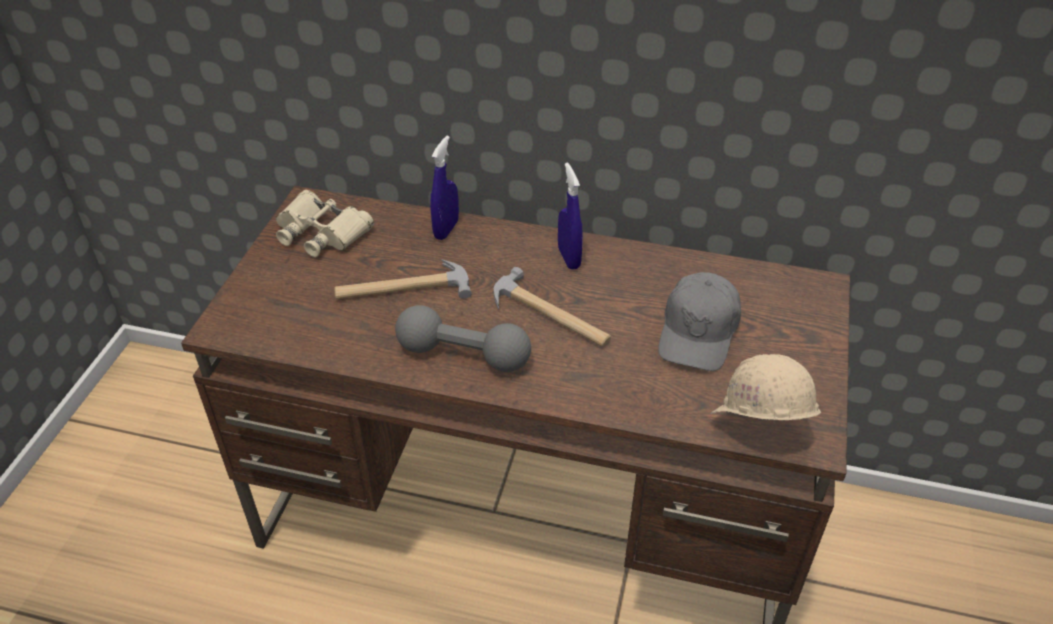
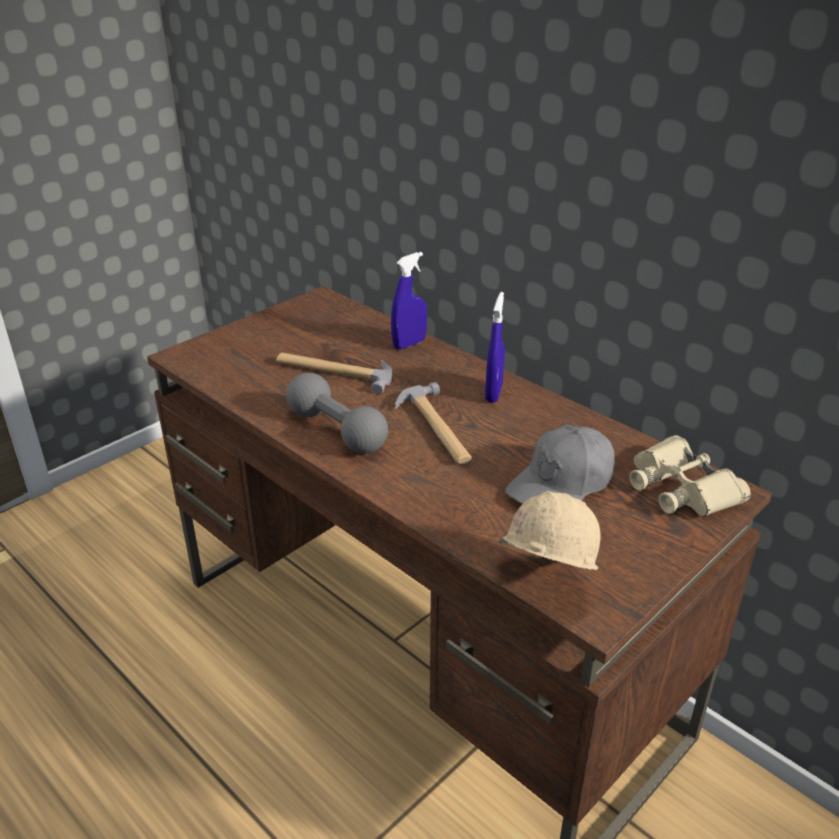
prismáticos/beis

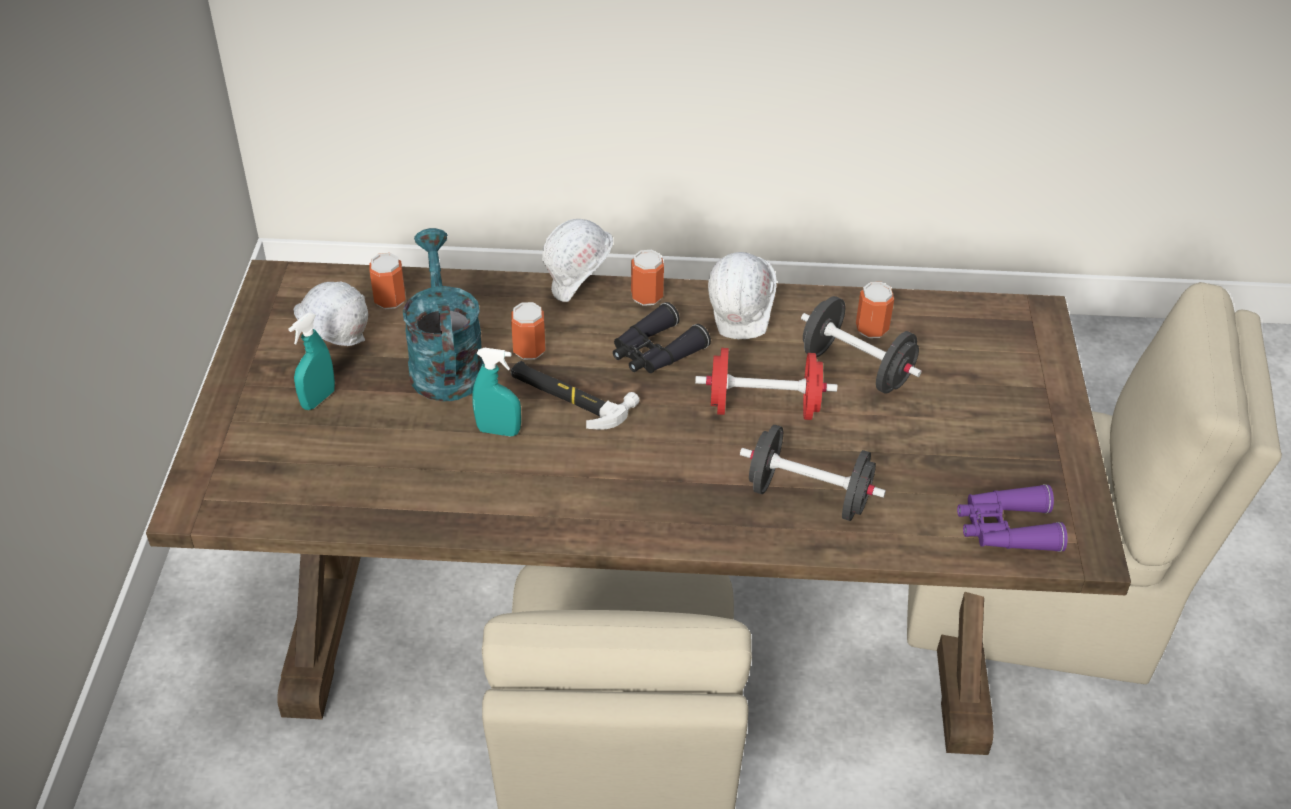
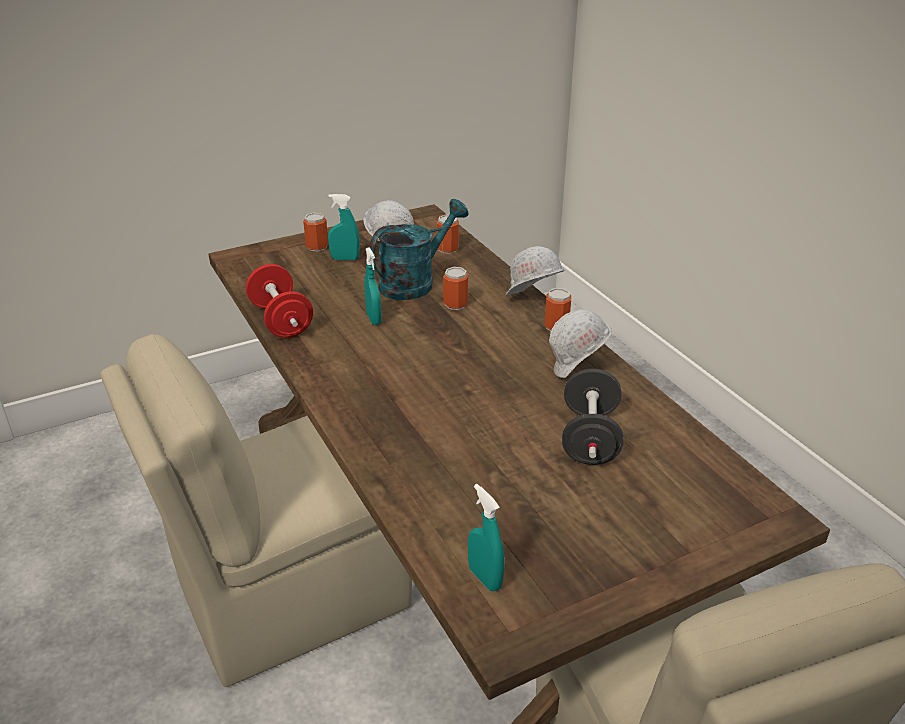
martillo
prismáticos/negro
mancuerna/negro (1st from left in the first image)
mancuerna/rojo
lata (1st from left)
pulverizador/turquesa (3rd from left)

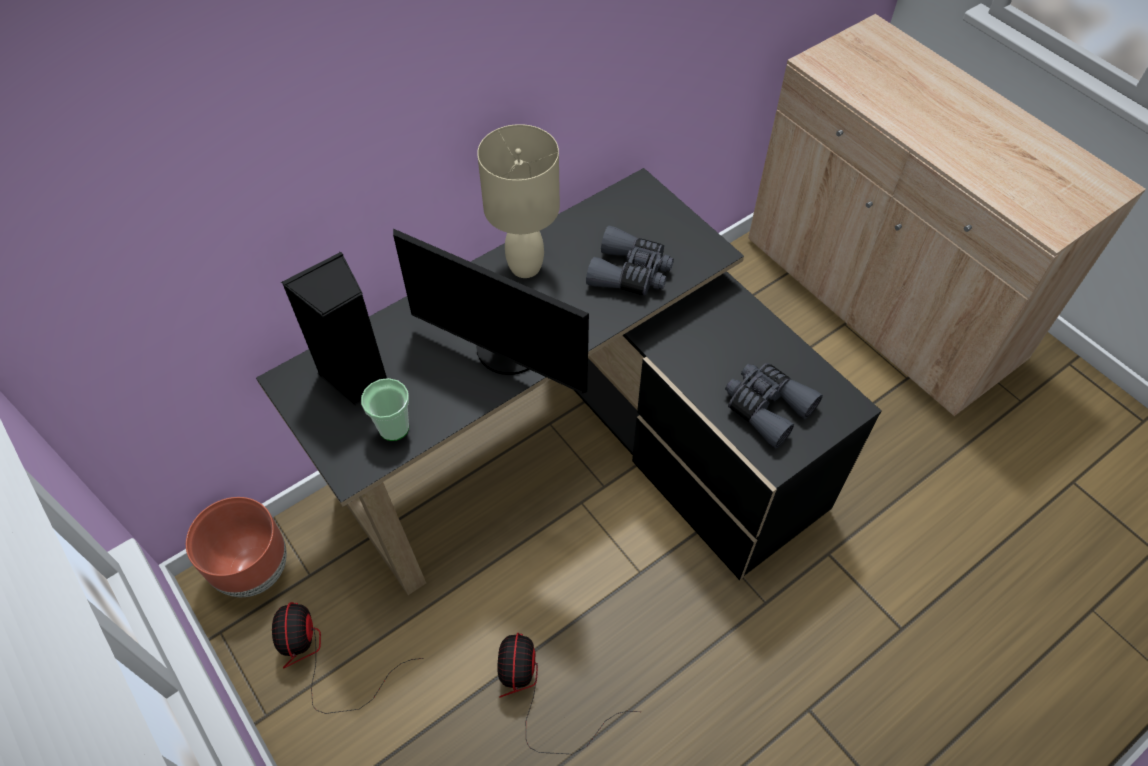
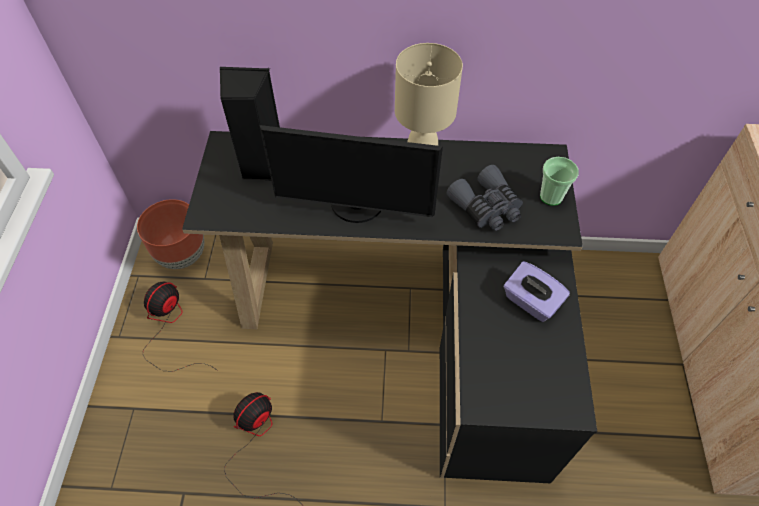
prismáticos/gris (2nd from left in the first image)
caja de pañuelos/morado
taza
monitor

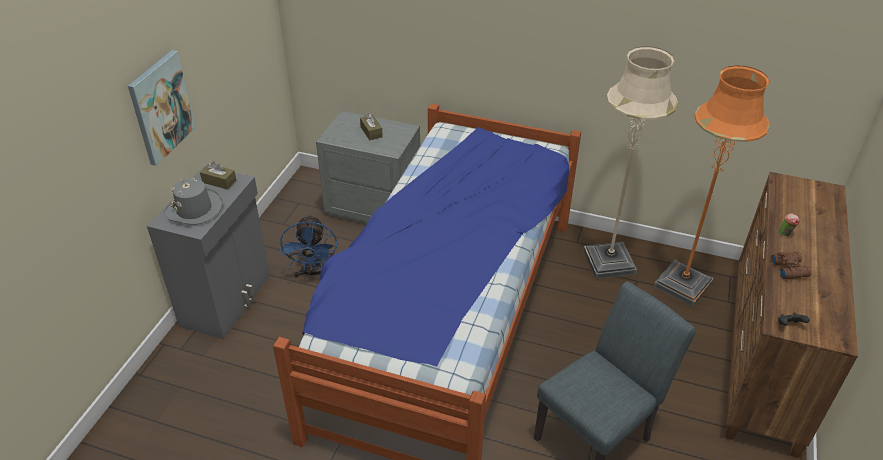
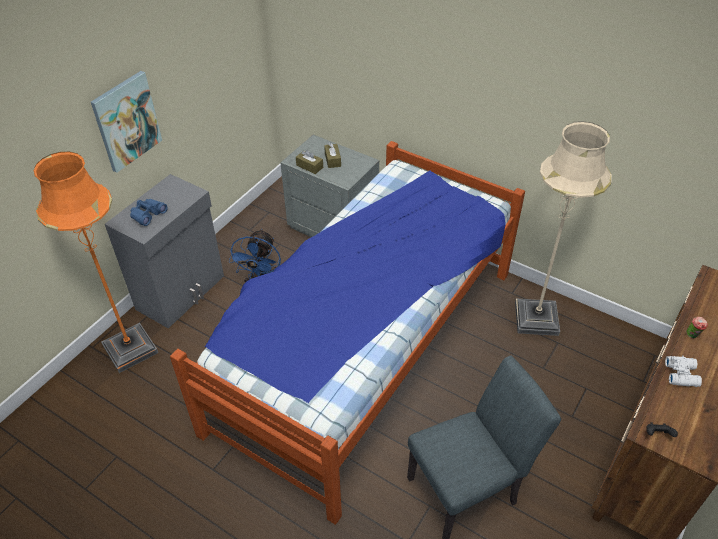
caja de pañuelos/marrón (1st from left)
lámpara de pie/naranja
prismáticos/azul
prismáticos/blanco

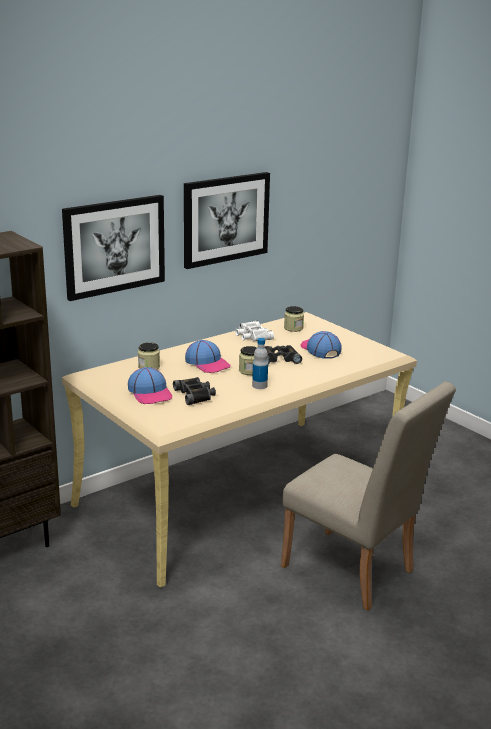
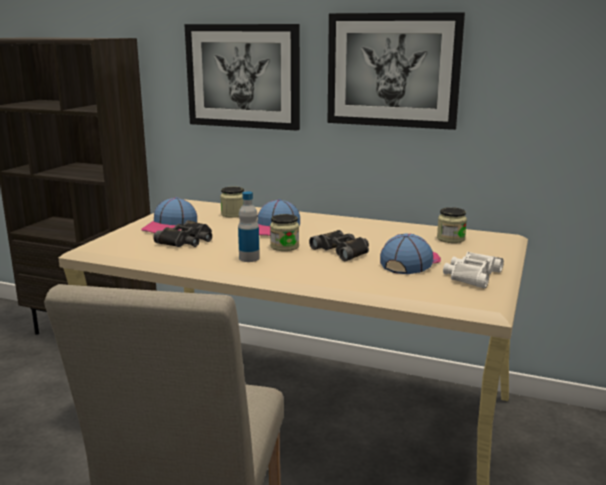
prismáticos/blanco

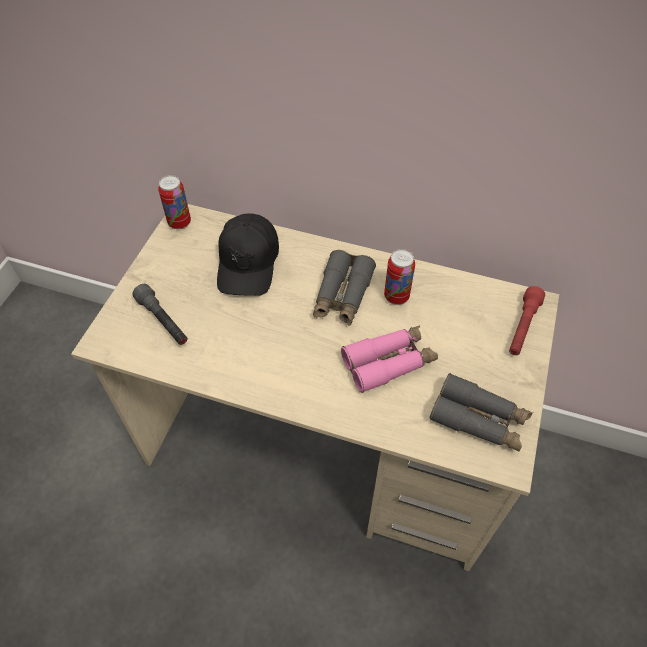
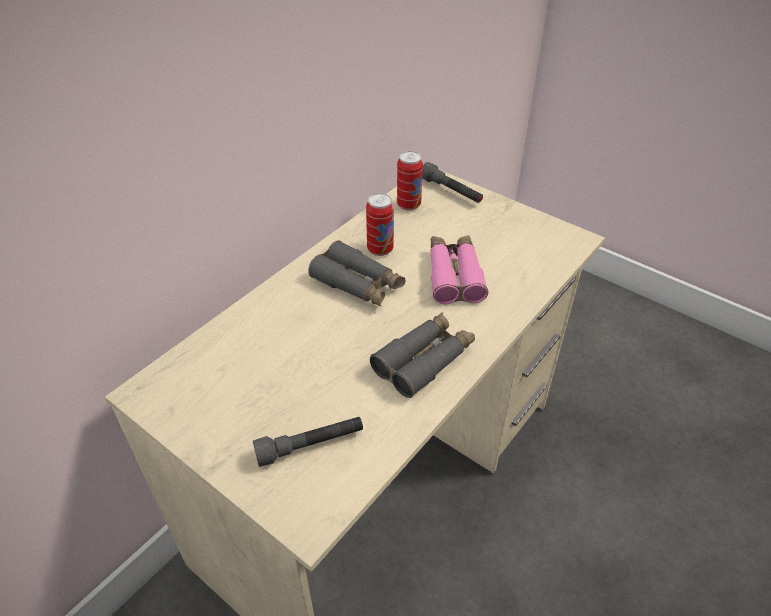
gorra/negro
lata (2nd from left)
prismáticos/gris (2nd from left)
linterna/gris (2nd from left)

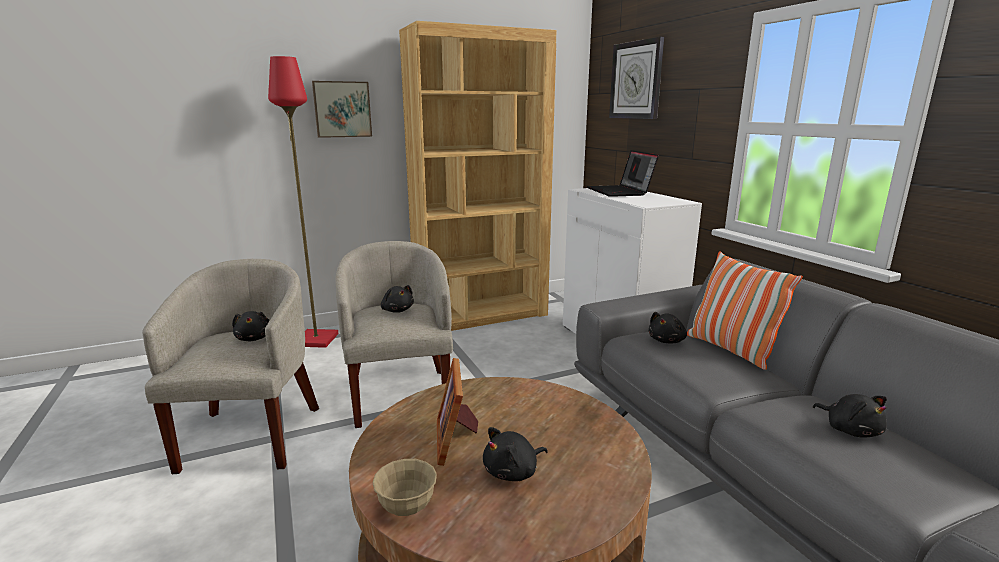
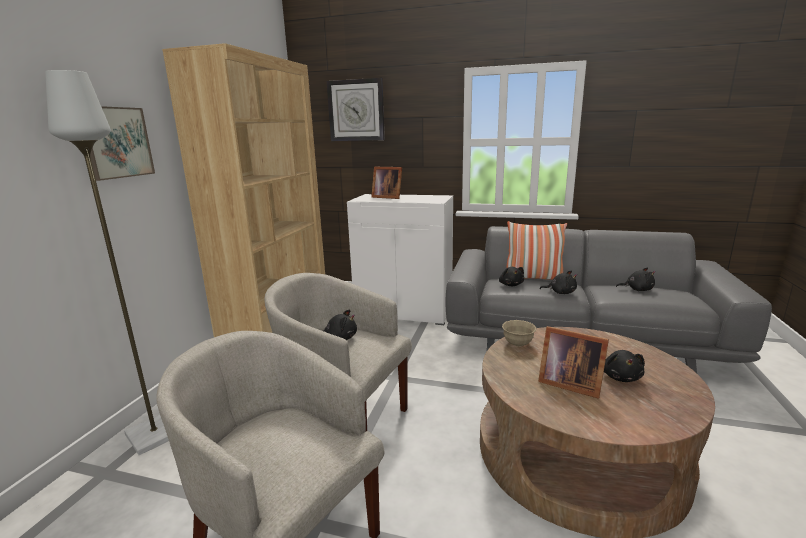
peluche/negro (3rd from left)
cuenco/beis
portarretratos (1st from left)
lámpara de pie/gris

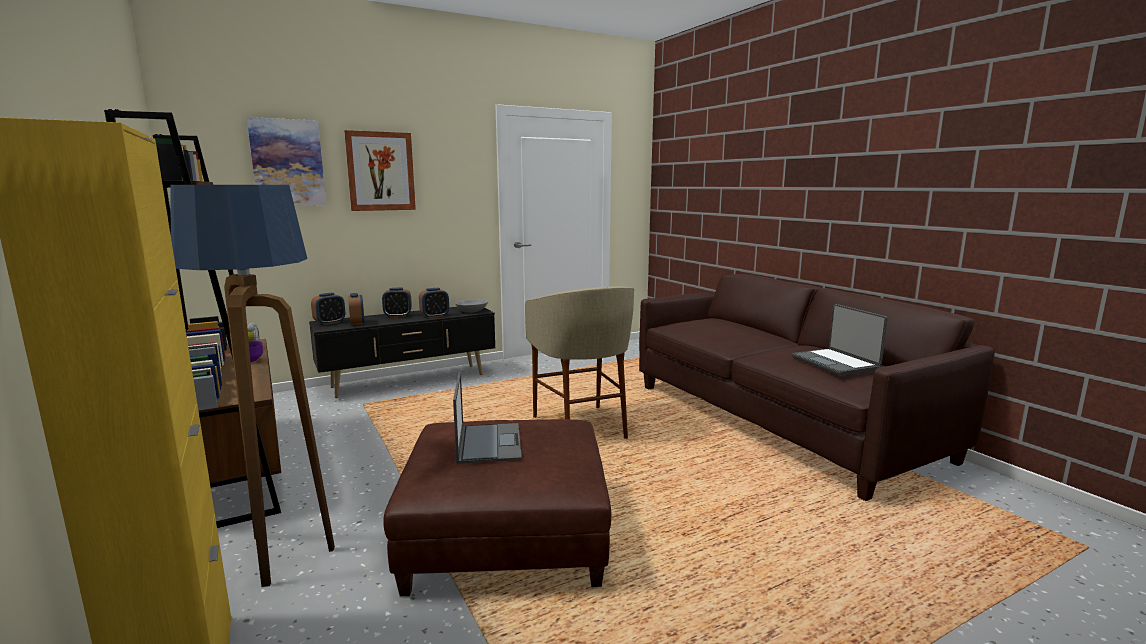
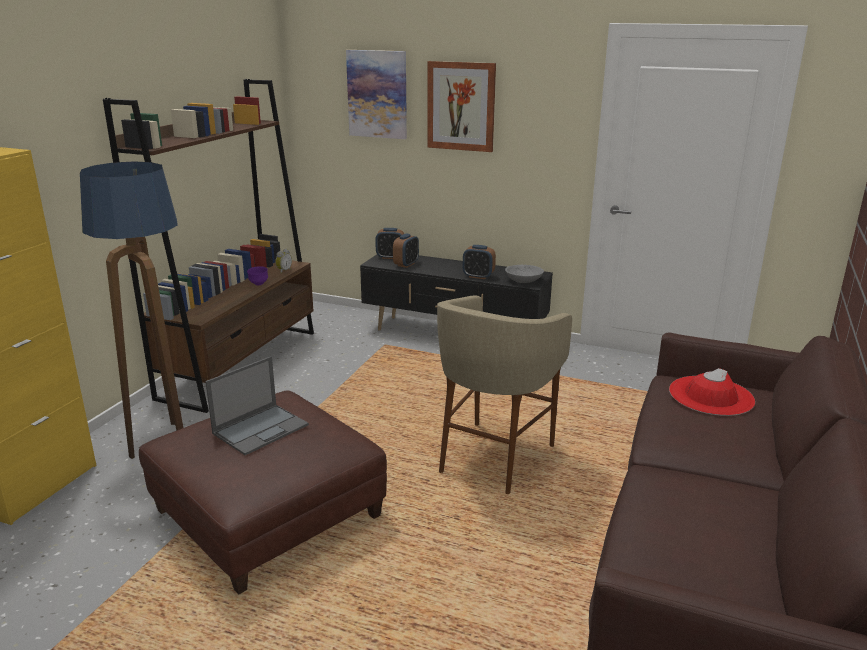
despertador (4th from left in the first image)
portátil (2nd from left in the first image)
sombrero/rojo

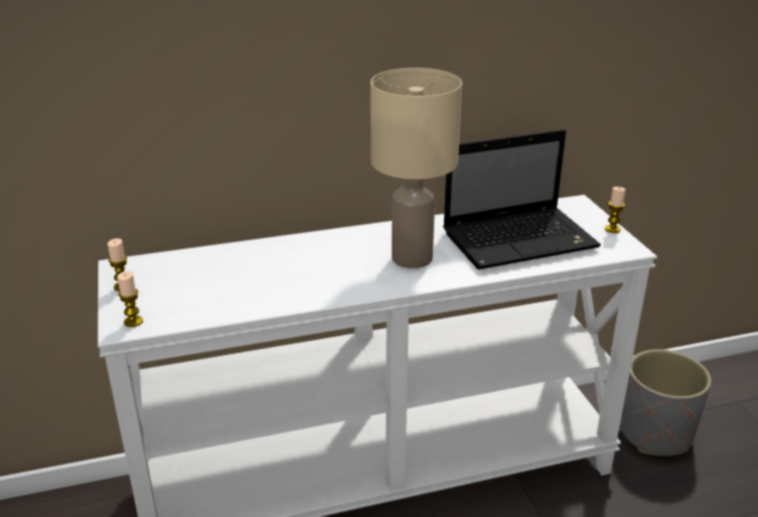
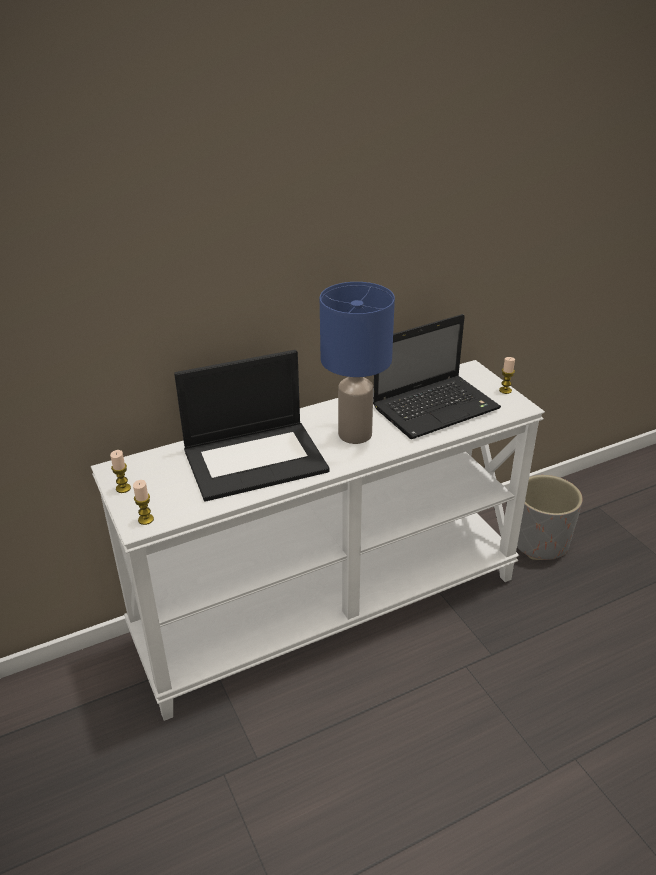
portátil (1st from left)
lámpara de mesa/azul

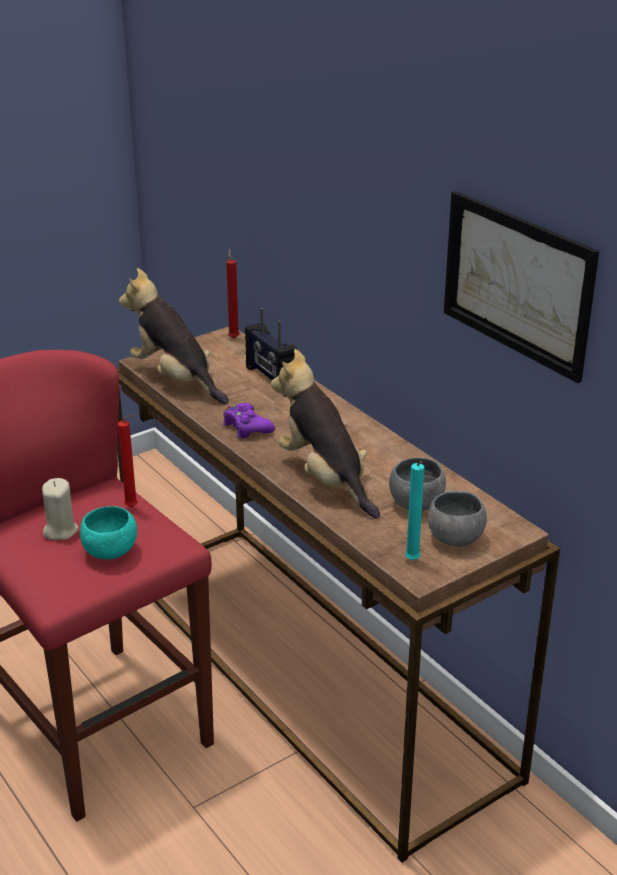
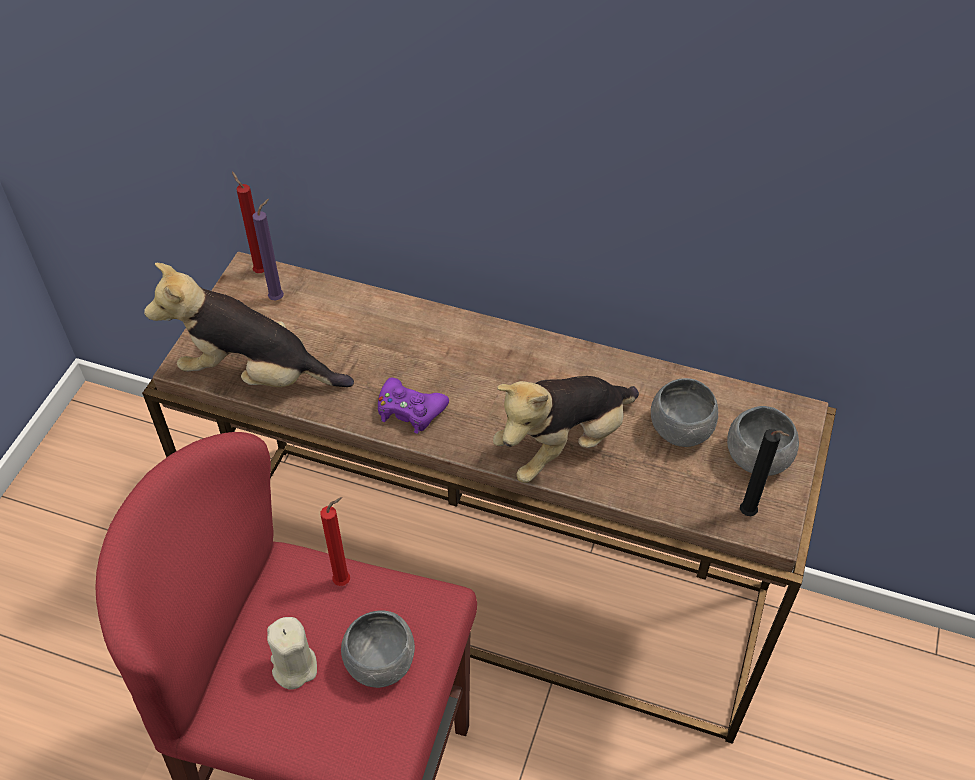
radio
cuadro
vela/morado
cuenco/gris (1st from left)
vela/negro
peluche (2nd from left)

